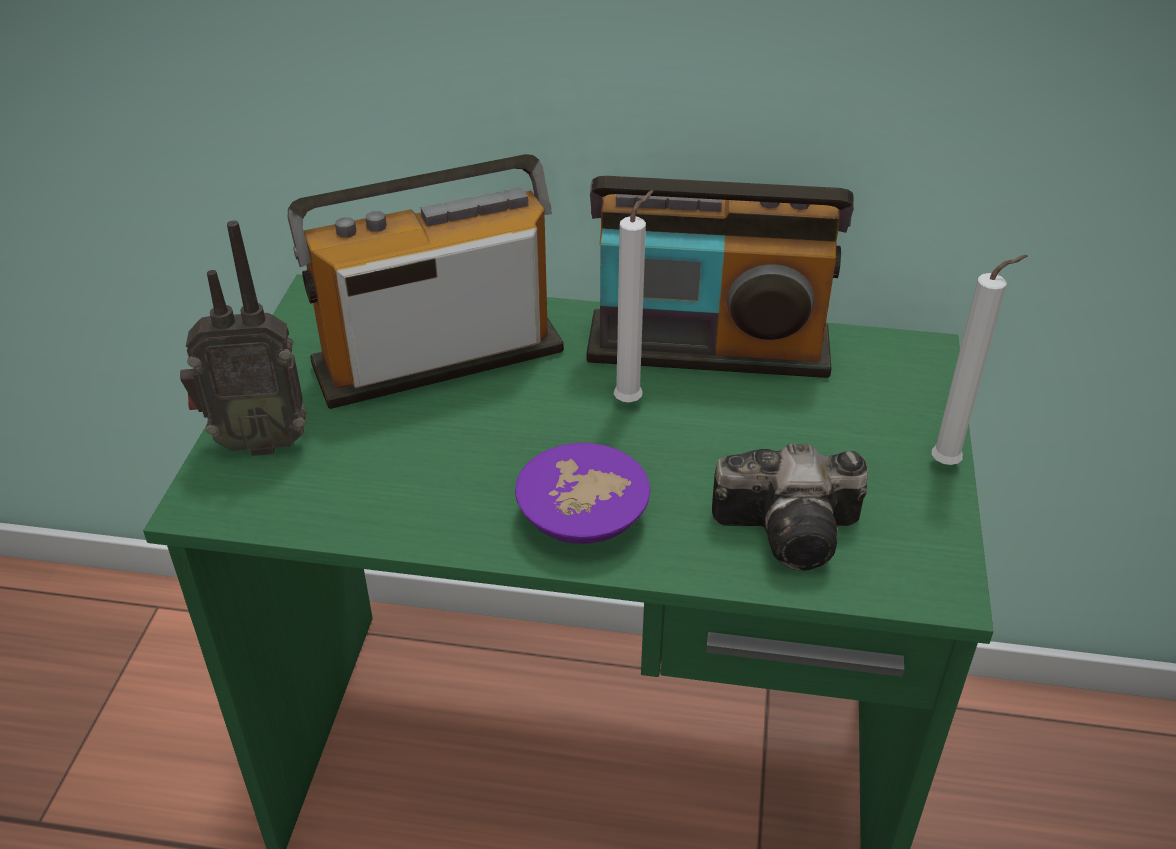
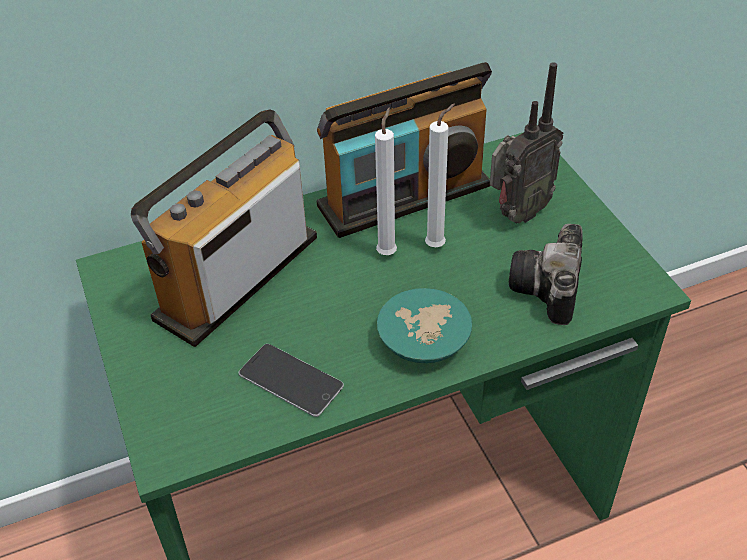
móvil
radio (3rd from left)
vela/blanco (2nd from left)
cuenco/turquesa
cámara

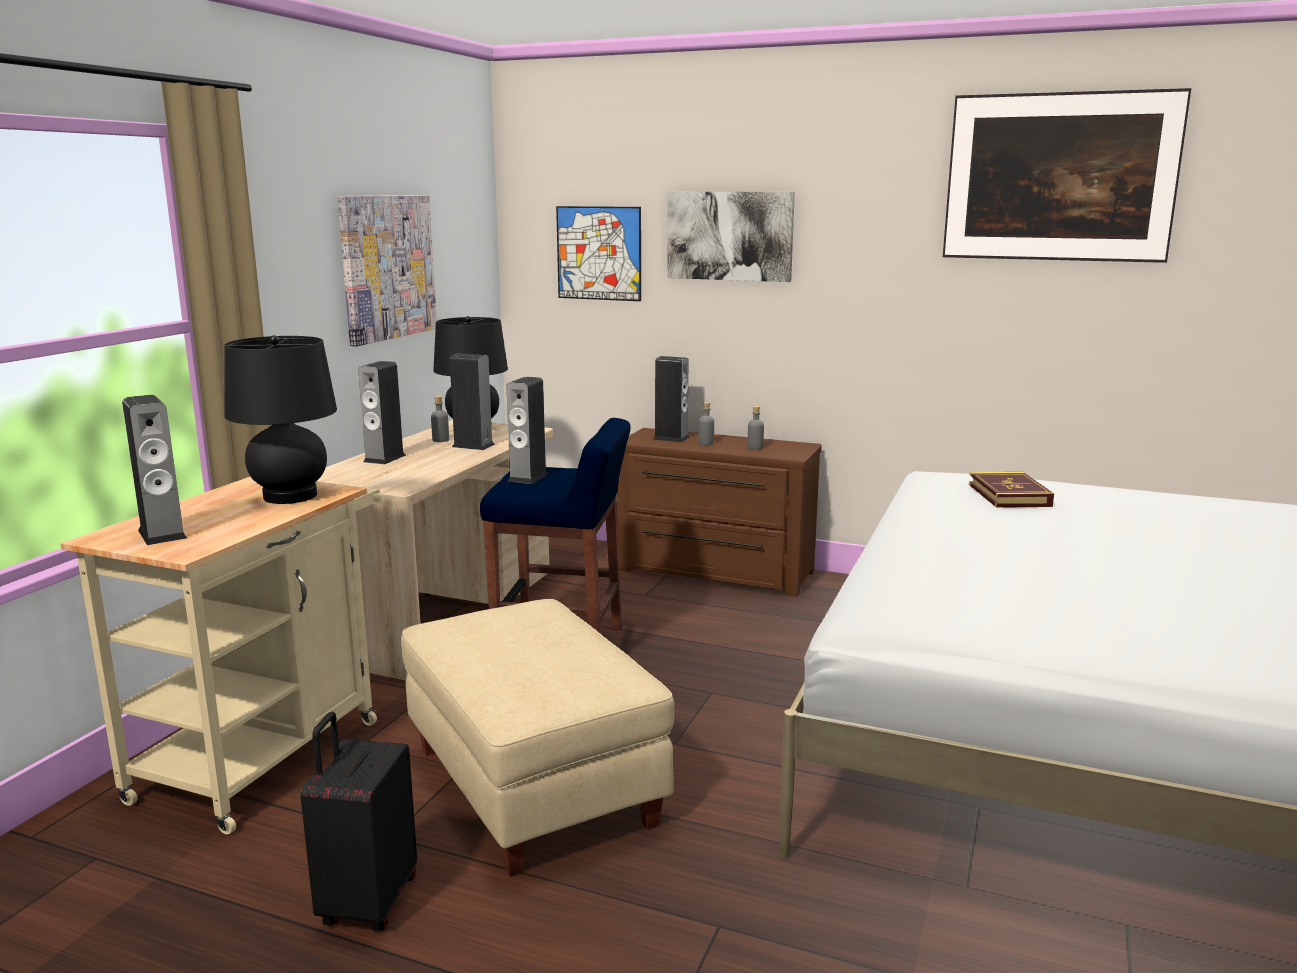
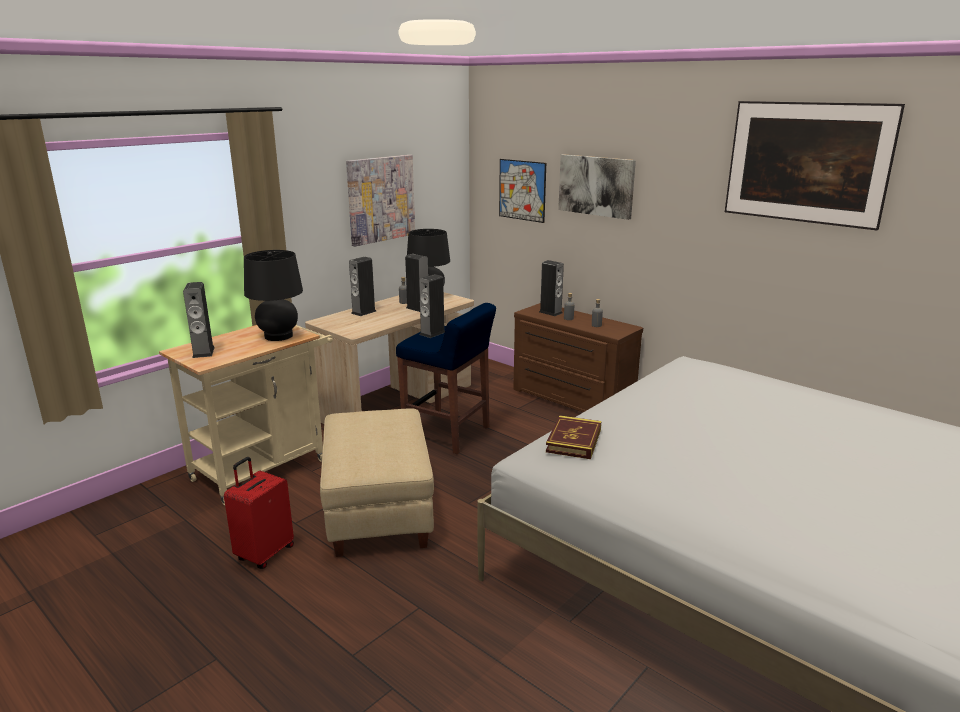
libro
maleta/rojo

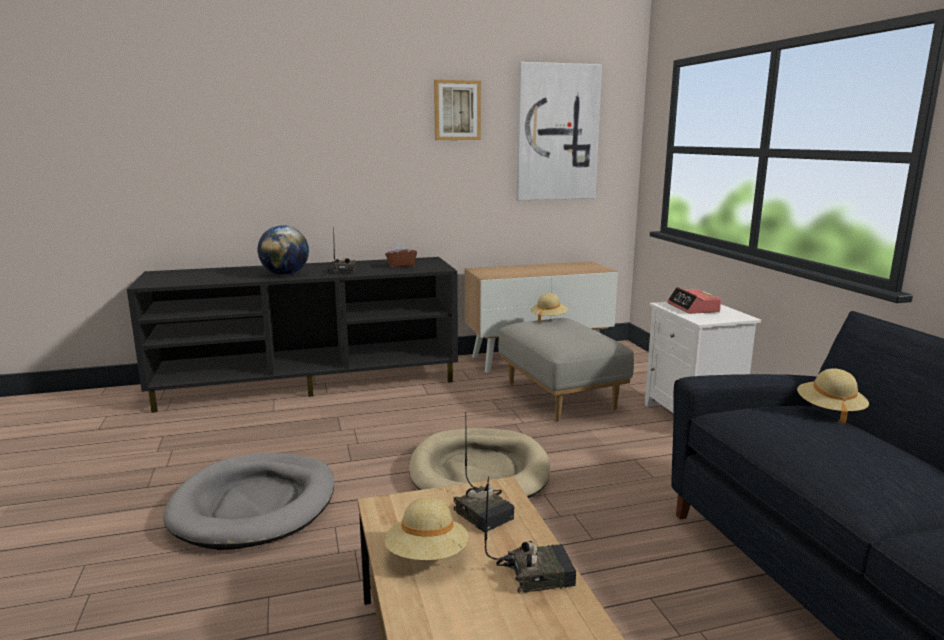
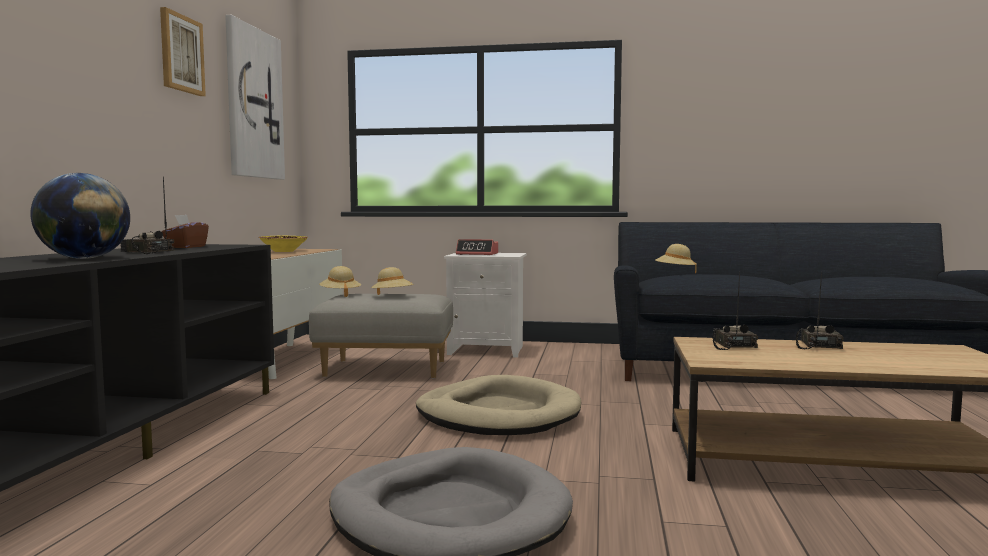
cuenco/amarillo
sombrero/beis (2nd from left)
radio (2nd from left)

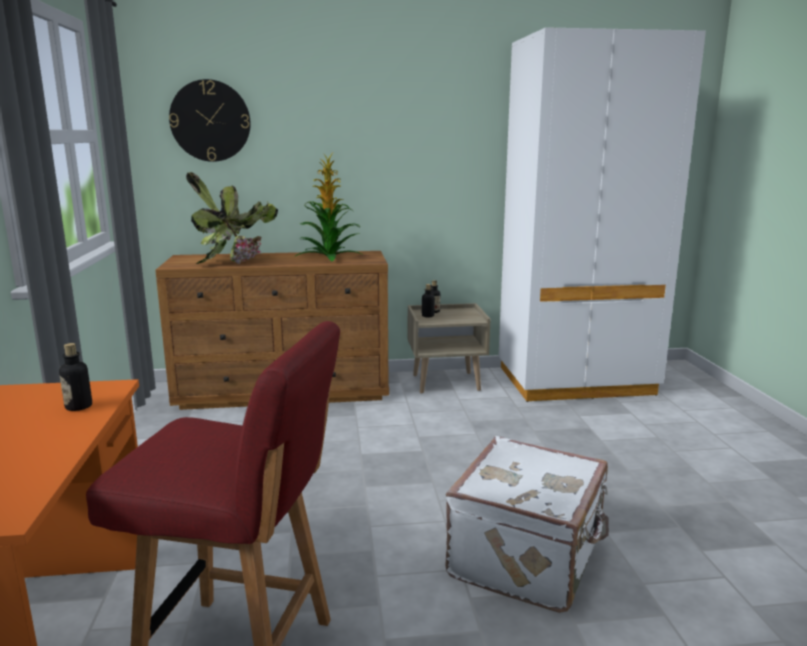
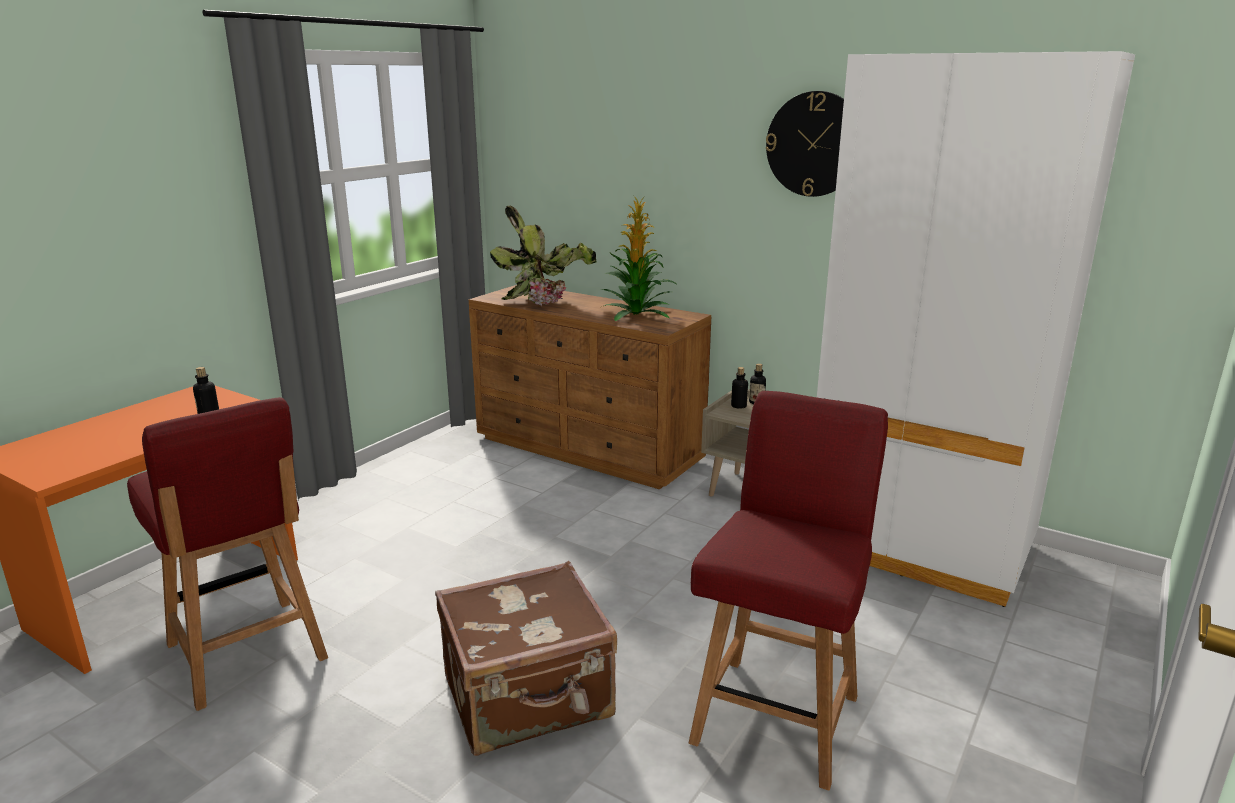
silla/rojo (2nd from left)
reloj de pared
maleta/marrón

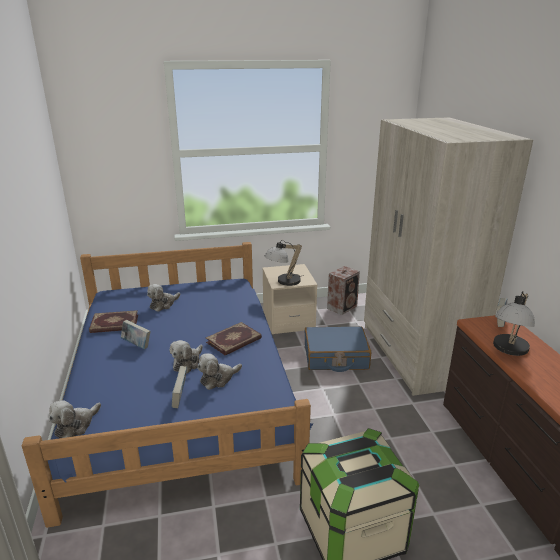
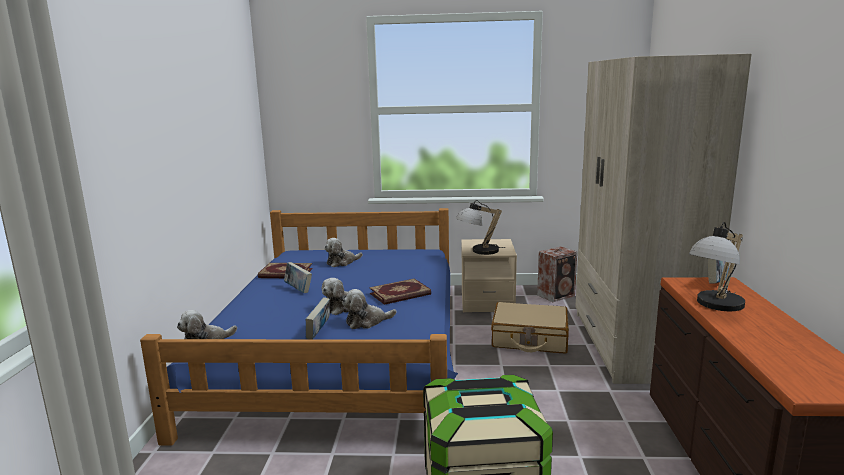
maleta/beis

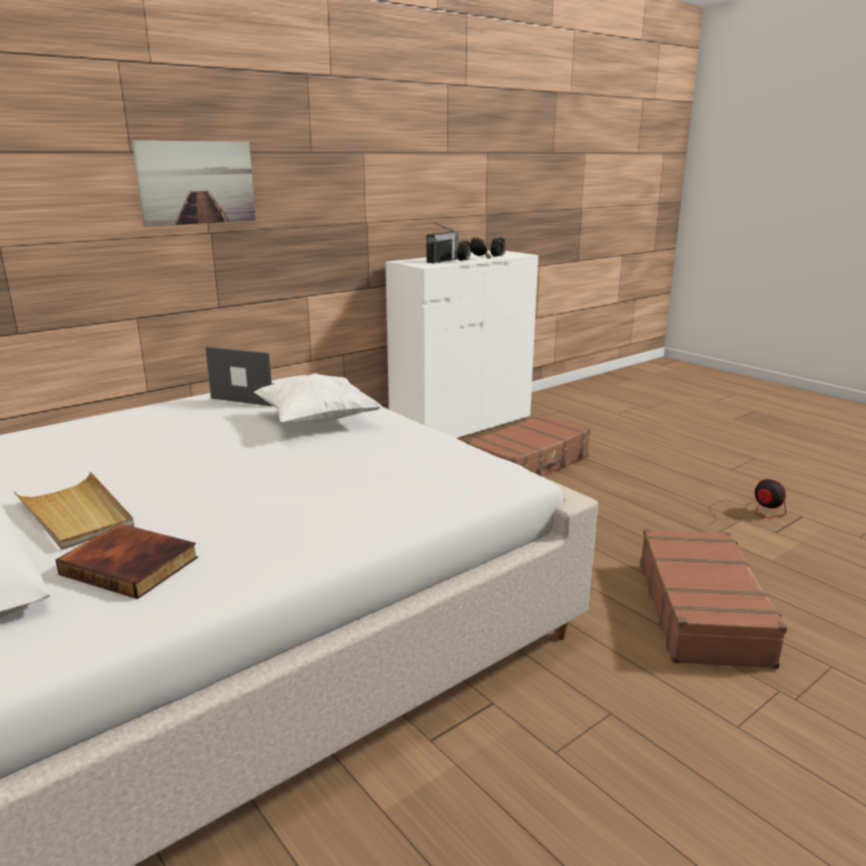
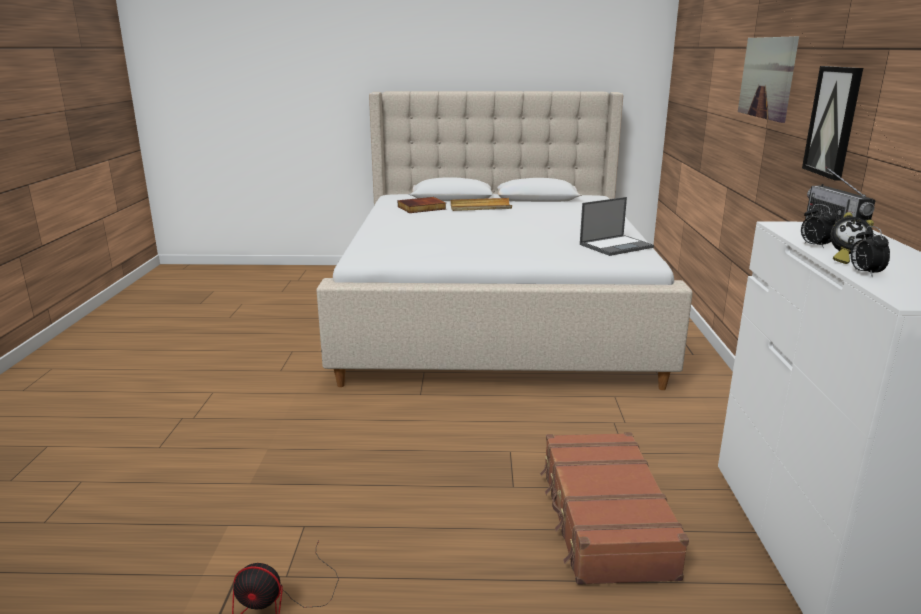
cojín/blanco
maleta/marrón (2nd from left in the first image)
cuadro (2nd from left)

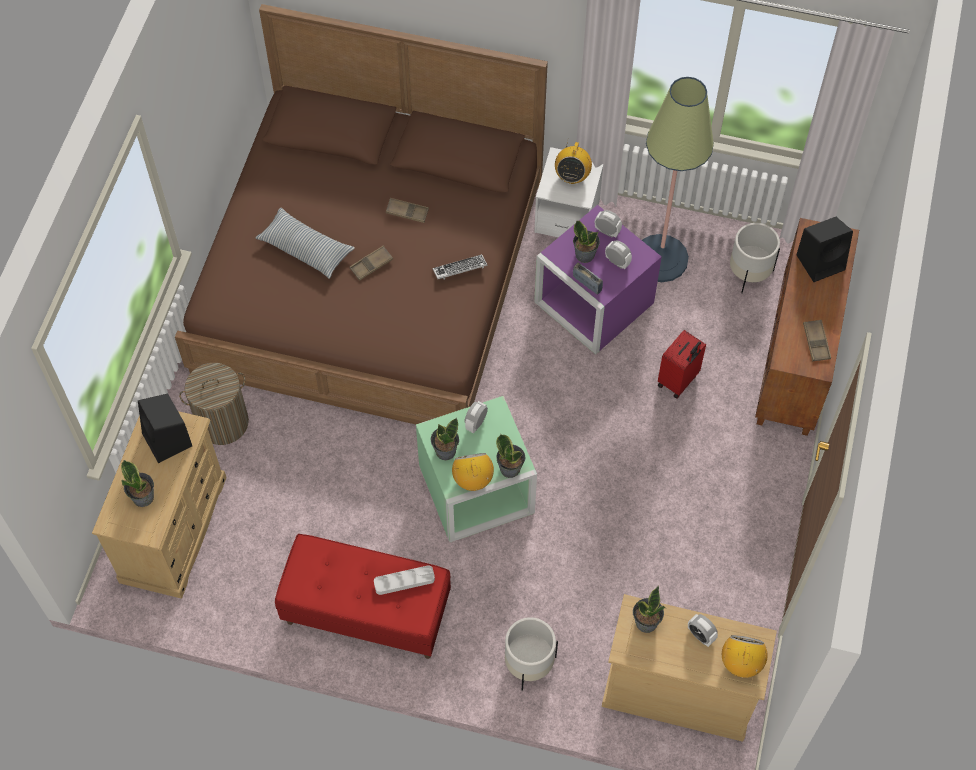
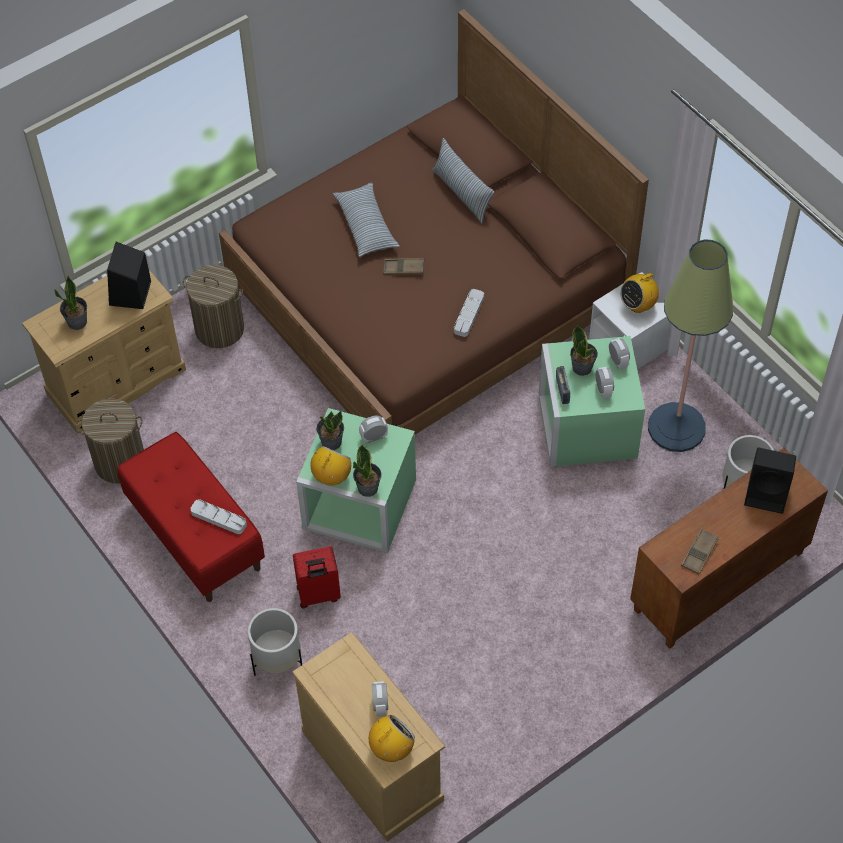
bandeja/marrón (2nd from left in the first image)
planta en maceta (5th from left in the first image)
cesto de la ropa (1st from left)
cojín (2nd from left)
maleta/rojo
bandeja/gris (2nd from left)
caja de almacenaje/verde (2nd from left)

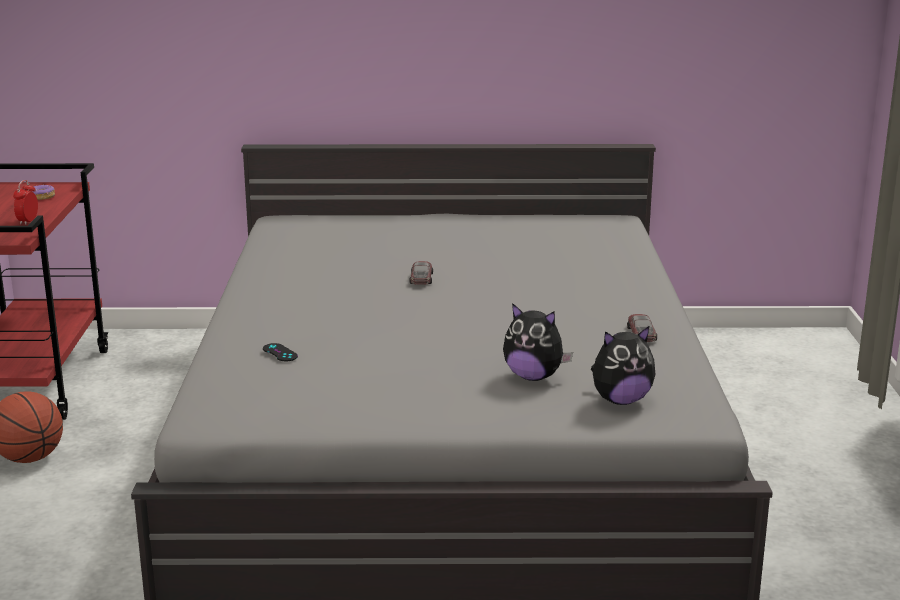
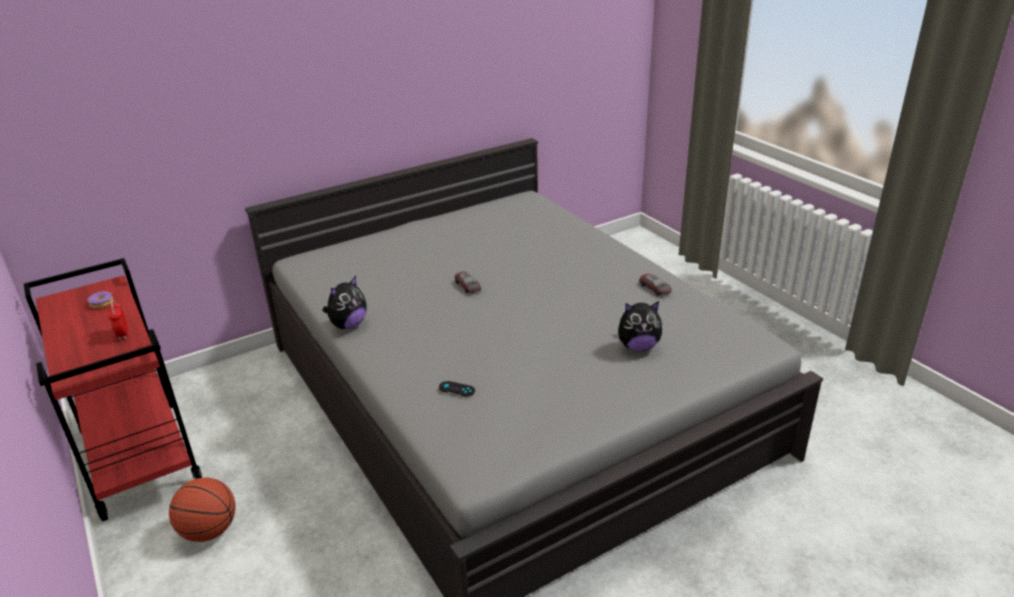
peluche (1st from left)

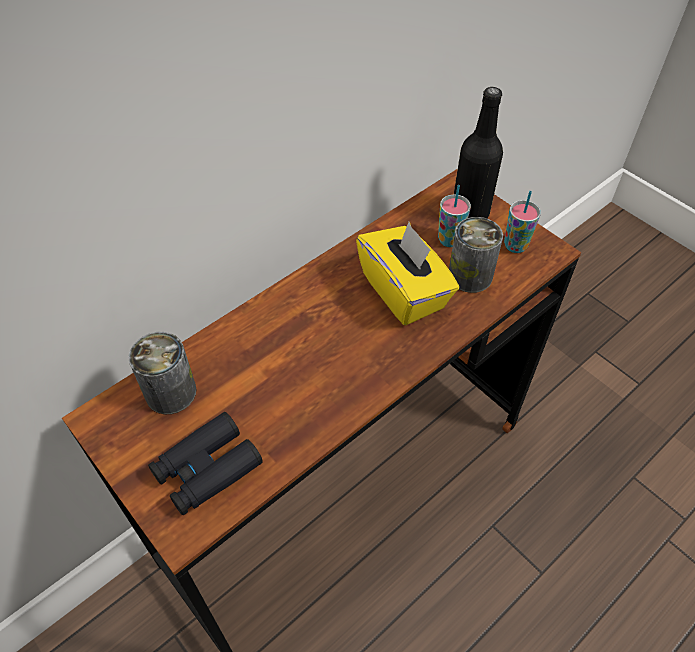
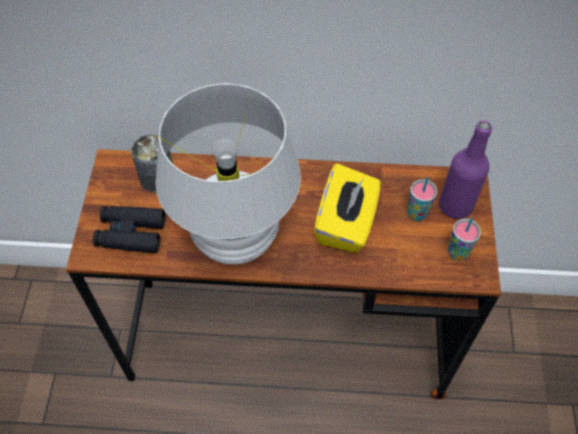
lata (2nd from left in the first image)
lámpara de mesa/blanco
botella/morado

